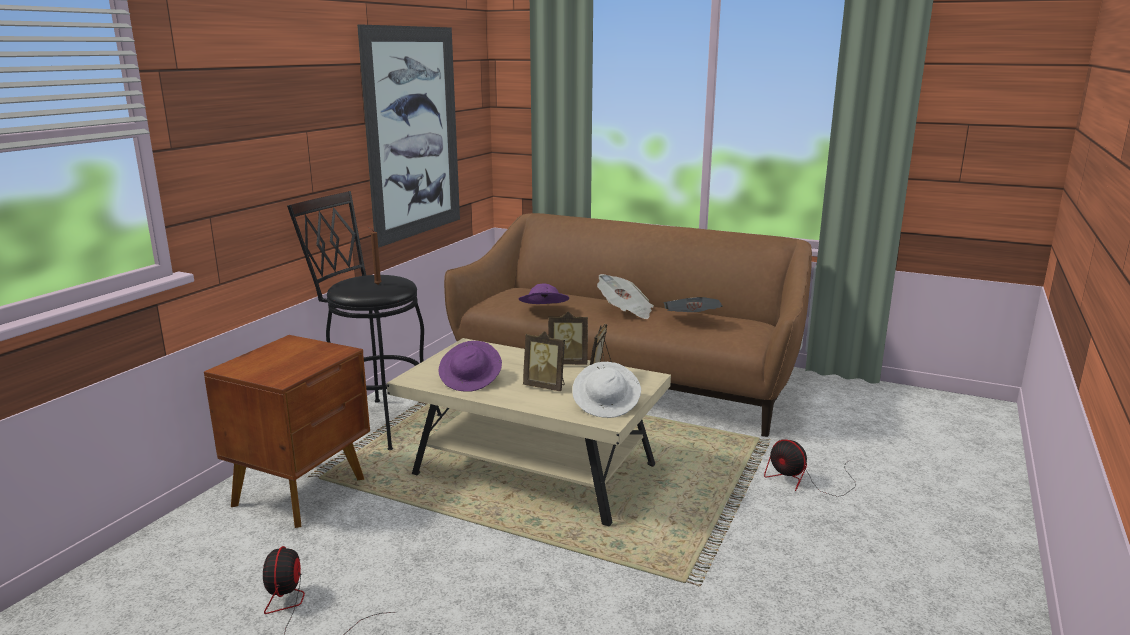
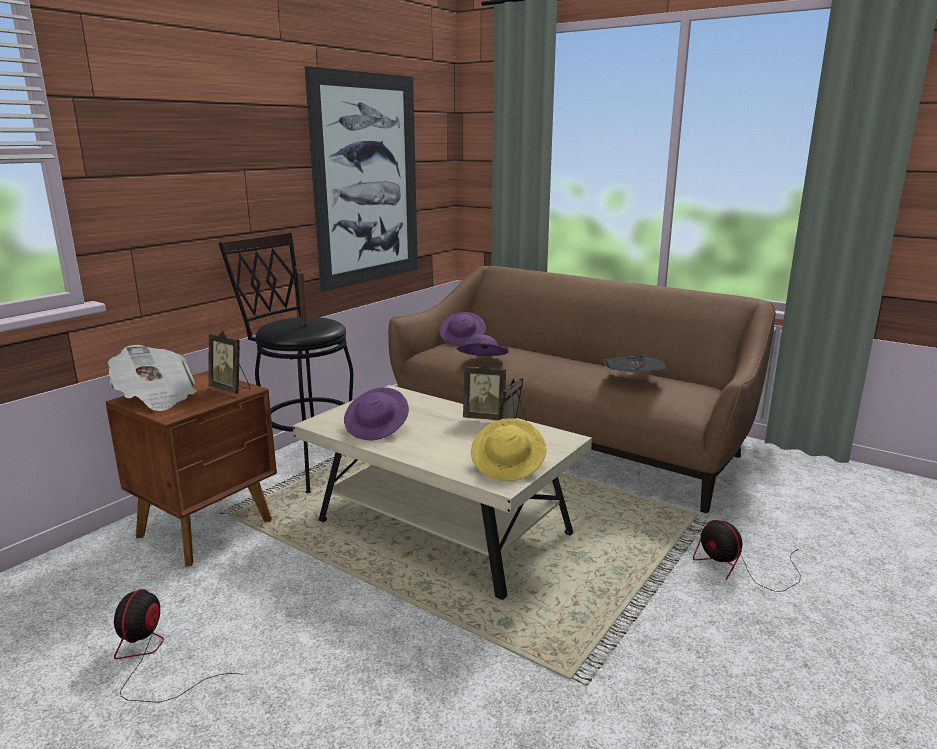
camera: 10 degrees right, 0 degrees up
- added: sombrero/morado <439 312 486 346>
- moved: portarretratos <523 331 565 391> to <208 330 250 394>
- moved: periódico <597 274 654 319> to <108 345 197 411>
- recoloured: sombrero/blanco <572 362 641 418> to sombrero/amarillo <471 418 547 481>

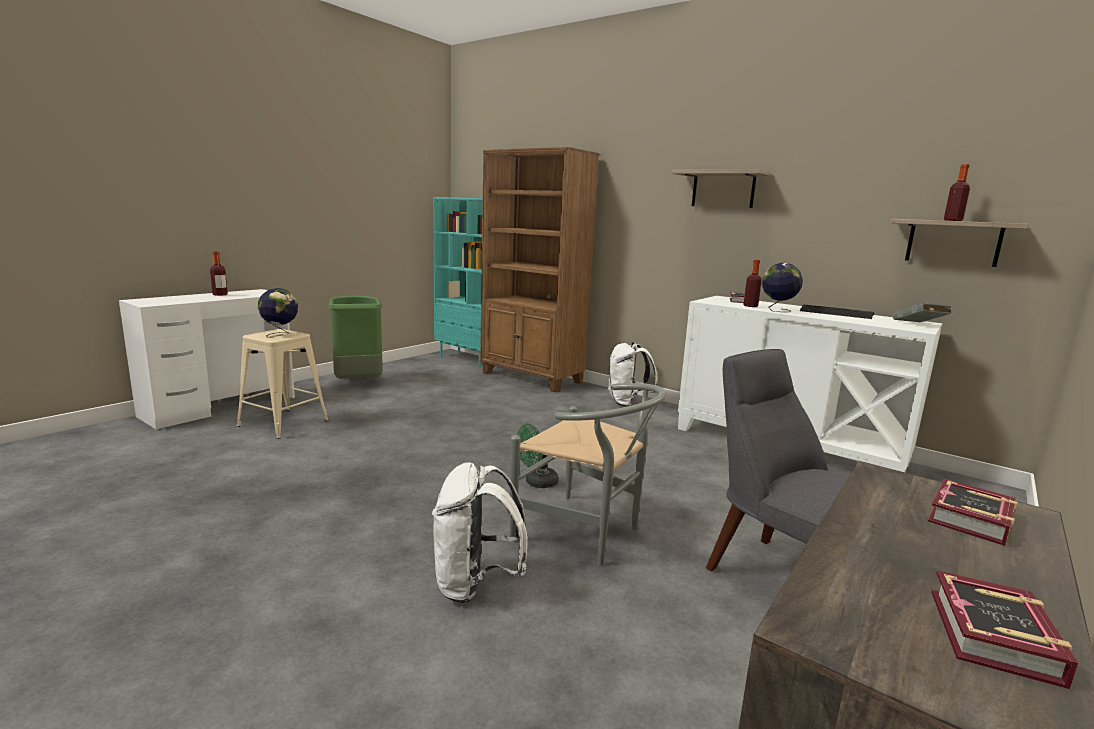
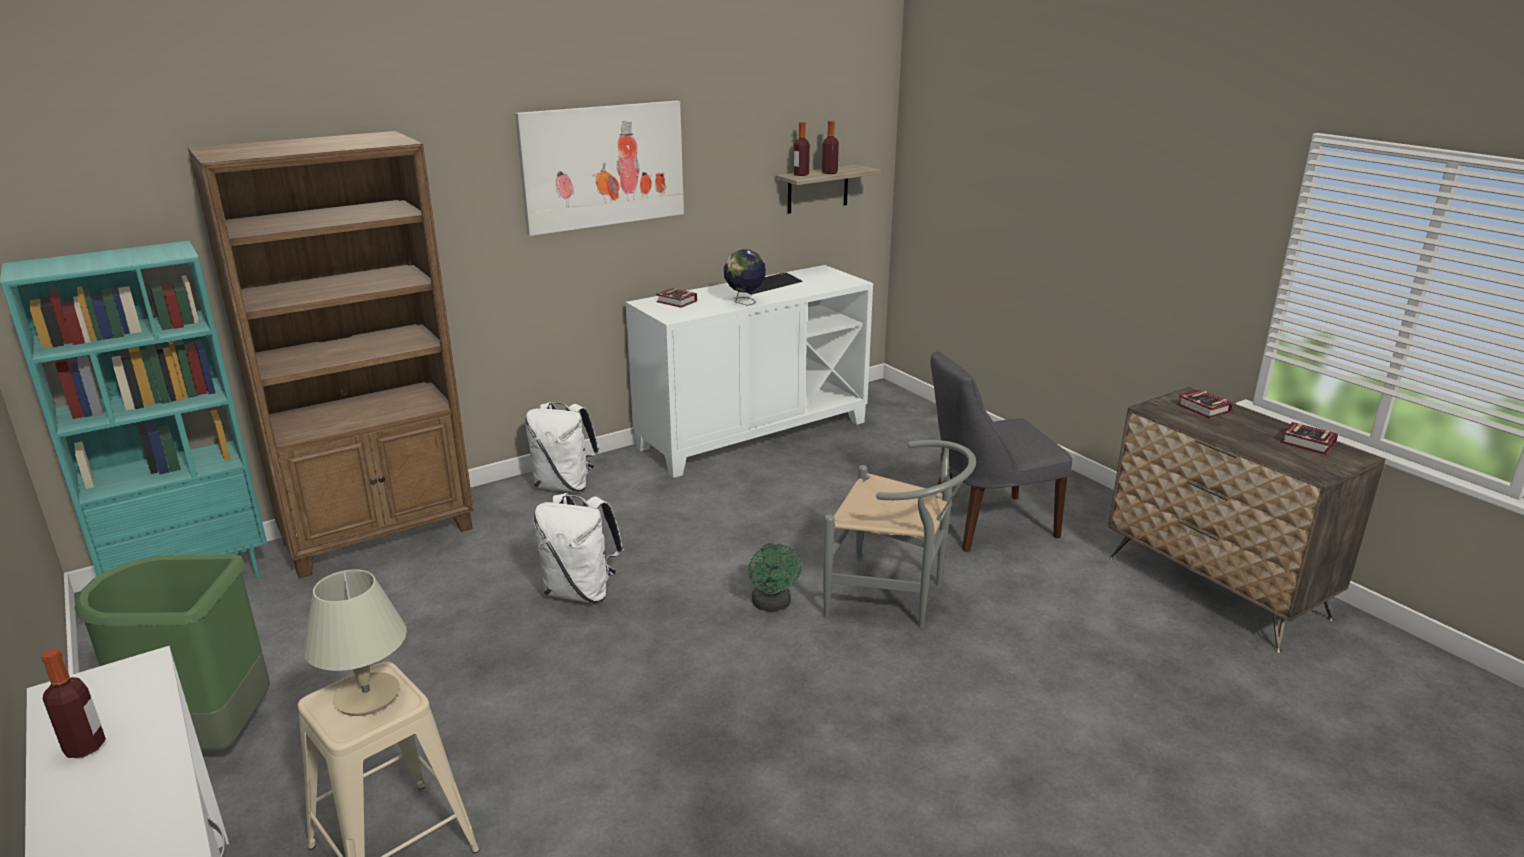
camera: 70 degrees left, 10 degrees up
- removed: libro/gris <893 303 952 322>
- moved: mochila/blanco <432 462 528 603> to <534 493 624 603>
- moved: botella <743 260 762 307> to <794 122 810 176>
- replaced: globo terráqueo <258 288 298 338> to lámpara de mesa/beis <303 569 407 716>
- replaced: estante <671 169 770 208> to cuadro <515 101 684 236>
- turned: silla/gris <509 383 667 566> = <823 440 976 628> 60 degrees clockwise

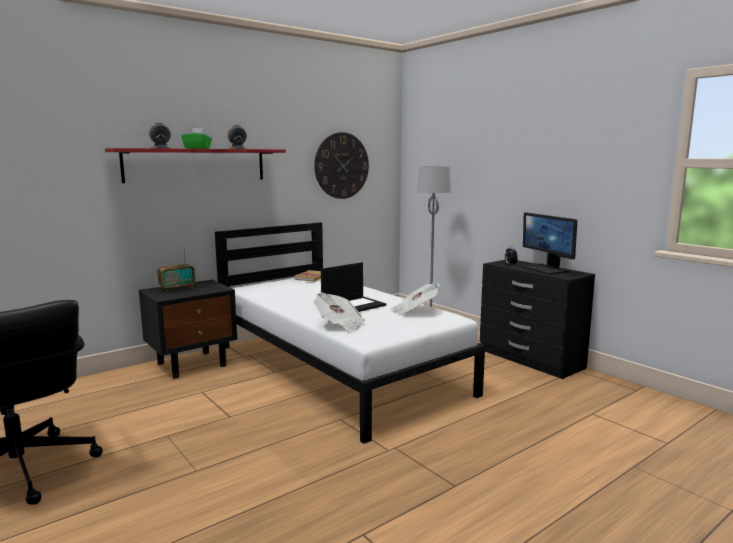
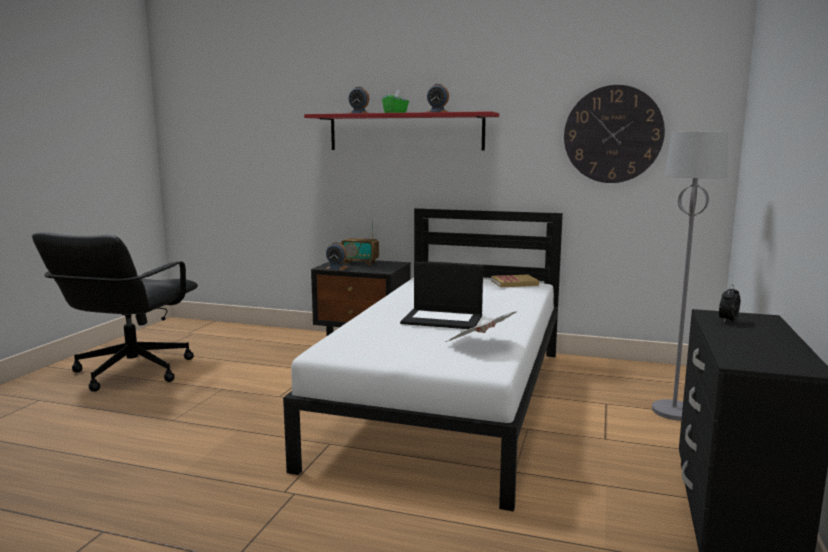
camera: 55 degrees right, 0 degrees up
- removed: periódico <314 292 365 332>
- removed: monitor <521 212 577 275>
- added: despertador <326 242 348 270>

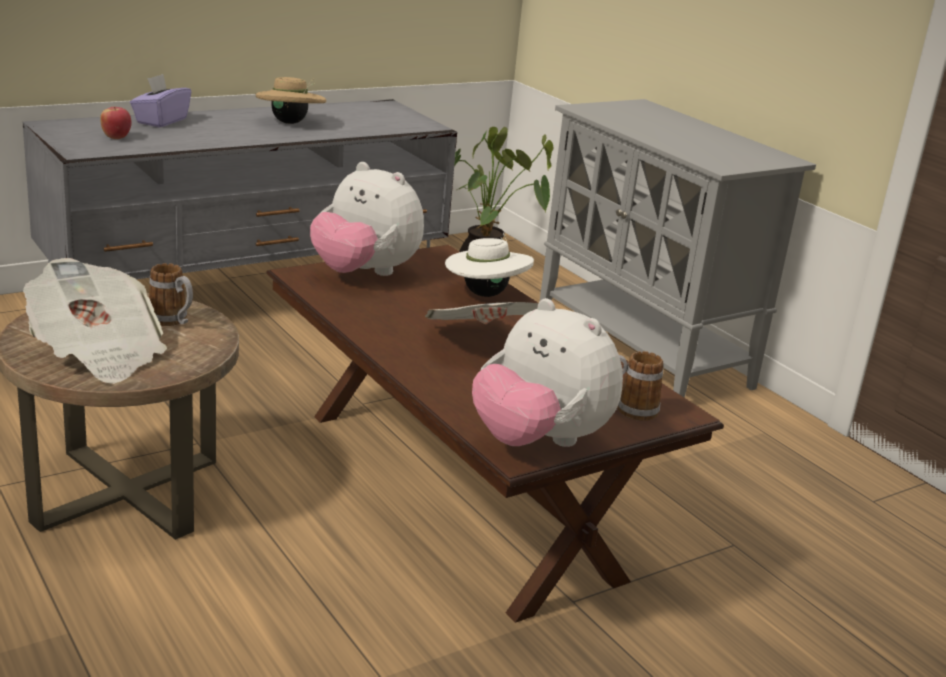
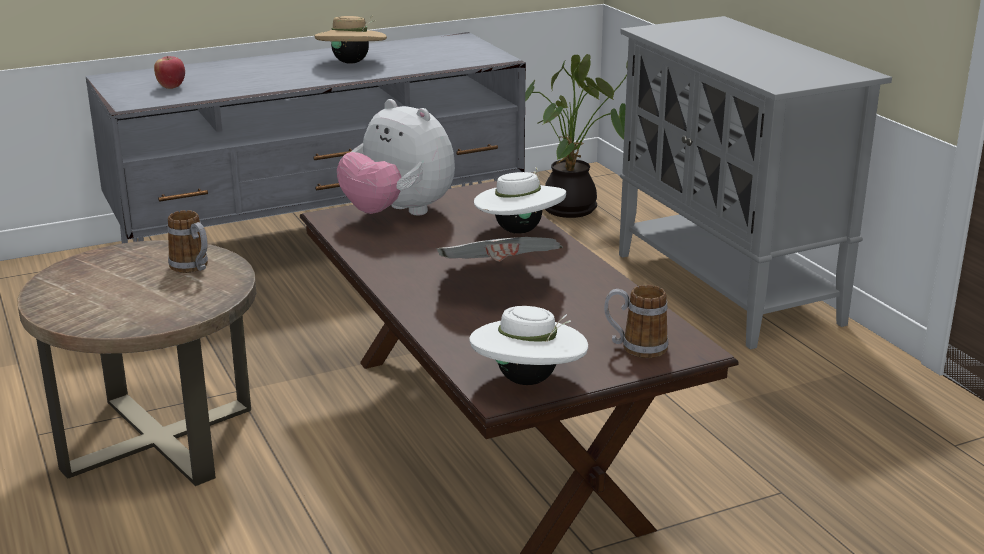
camera: 10 degrees right, 0 degrees up
- removed: periódico <23 258 167 384>
- removed: caja de pañuelos/morado <130 74 191 128>
- replaced: peluche <472 298 623 447> to sombrero/blanco <469 306 588 385>

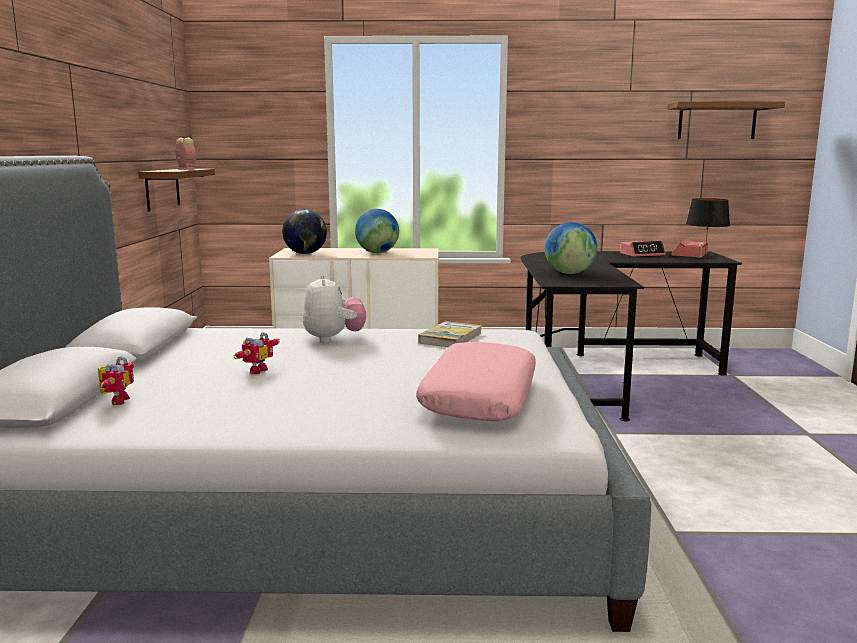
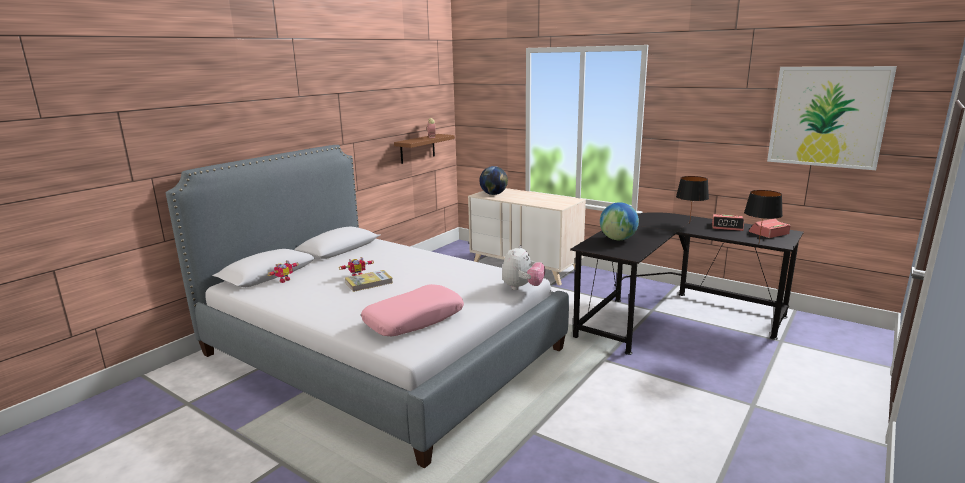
camera: 35 degrees right, 5 degrees up
- removed: globo terráqueo <355 209 399 253>
- added: lámpara de mesa/negro <676 176 709 218>
- moved: peluche <303 274 366 343> to <502 245 545 290>
- moved: libro <418 321 482 347> to <345 270 393 292>
- replaced: estante/marrón <667 101 785 139> to cuadro <767 66 897 170>

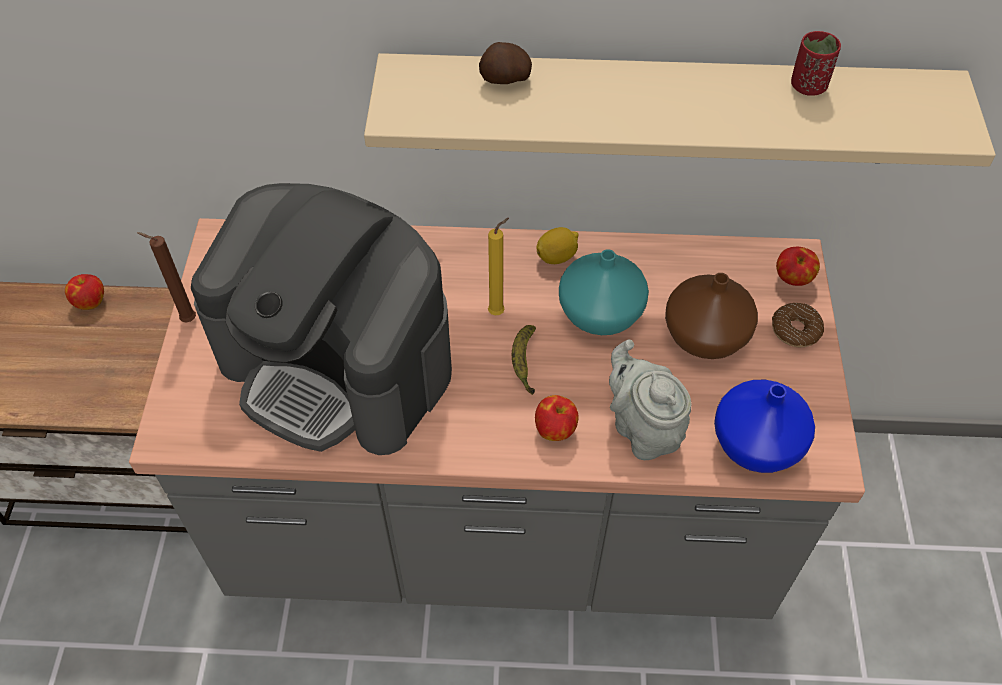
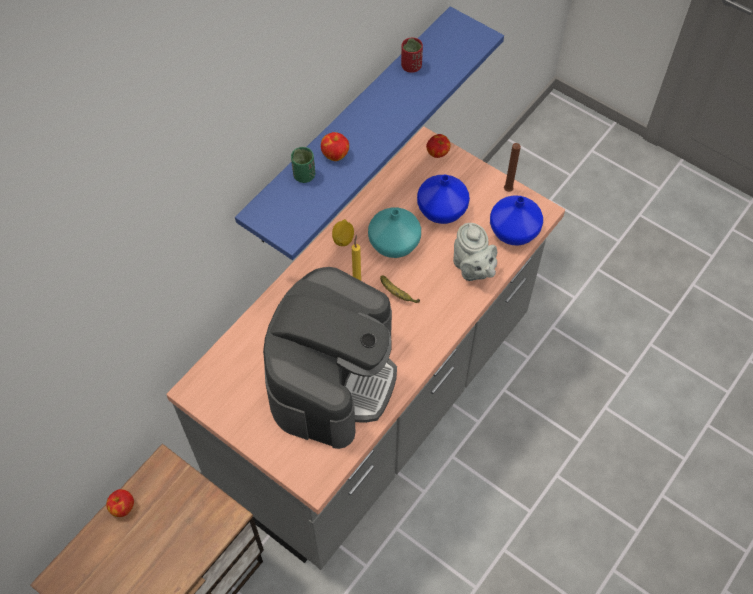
camera: 55 degrees left, 5 degrees up
- removed: rosquilla <772 303 824 347>
- moved: vela/marrón <137 232 196 322> to <504 143 521 192>
- moved: manzana <535 395 579 441> to <321 132 349 161>
- replaced: patata <479 42 532 84> to taza/verde <291 147 315 183>
- recoloured: estante/beis <364 53 996 167> to estante/azul <235 7 504 260>
- recoloured: florero/marrón <665 273 758 359> to florero/azul <417 175 470 224>
- turned: cafetera <191 183 452 455> = <263 267 397 449> 45 degrees counterclockwise
- turned: tetera/gris <609 339 691 460> = <453 223 497 281> 120 degrees counterclockwise

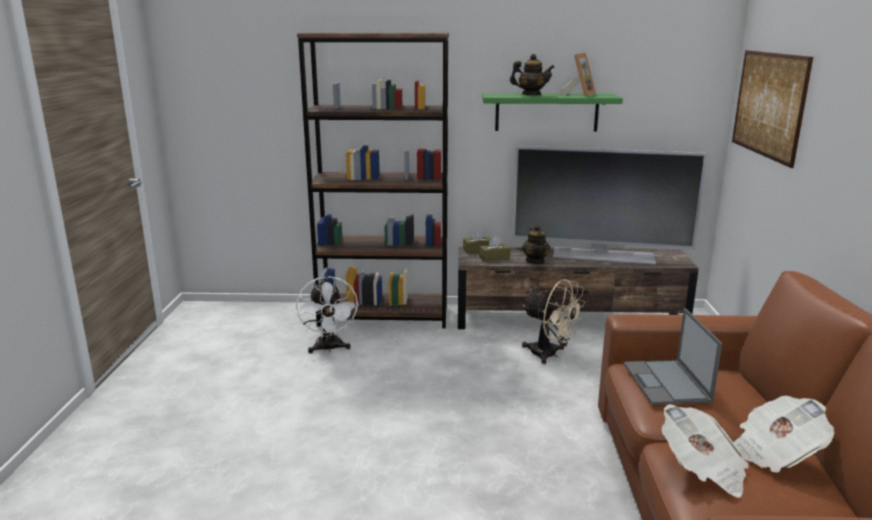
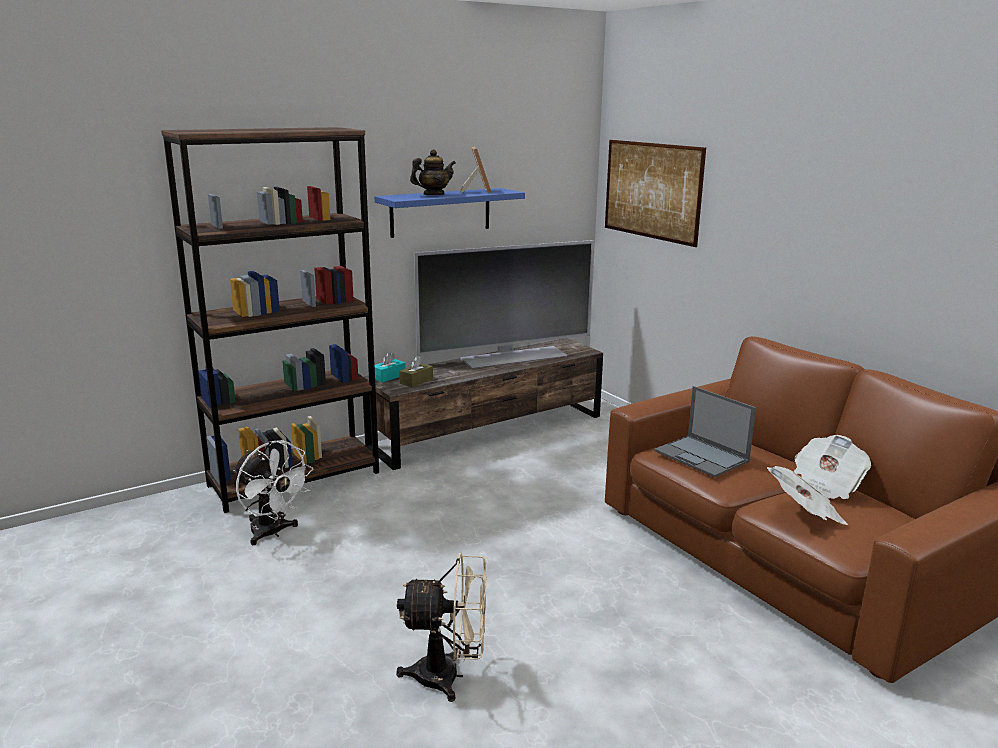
camera: 35 degrees left, 0 degrees up
- removed: tetera <522 225 550 264>
- moved: ventilador/beis <522 279 585 364> to <396 553 487 702>
- recoloured: caja de pañuelos/marrón <463 229 492 254> to caja de pañuelos/turquesa <375 352 406 383>
- recoloured: estante/verde <482 93 623 131> to estante/azul <375 188 525 238>

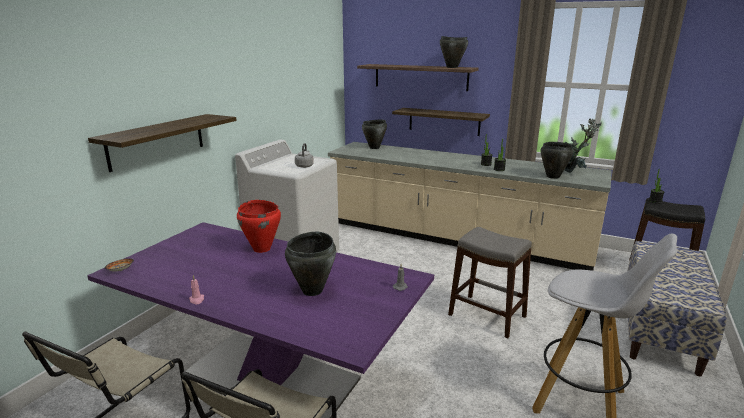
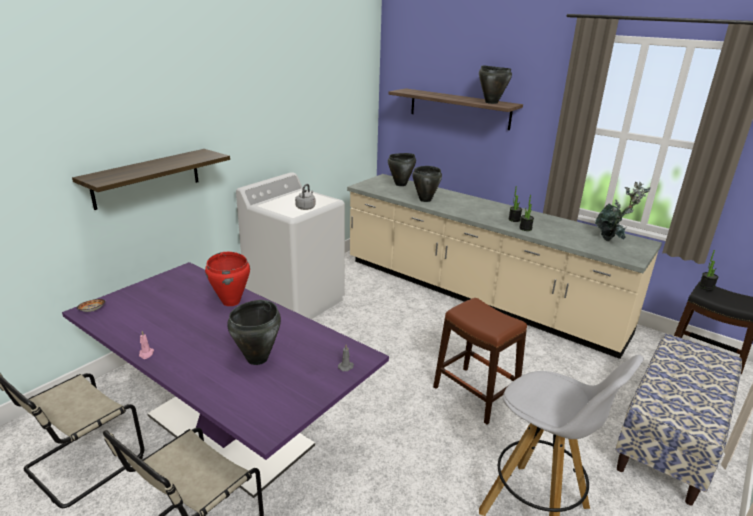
camera: 10 degrees right, 5 degrees up
- removed: estante <392 108 490 136>
- moved: olla/negro <541 142 573 179> to <412 166 442 202>
- recoloured: taburete/gris <448 227 532 338> to taburete/marrón <433 298 527 424>

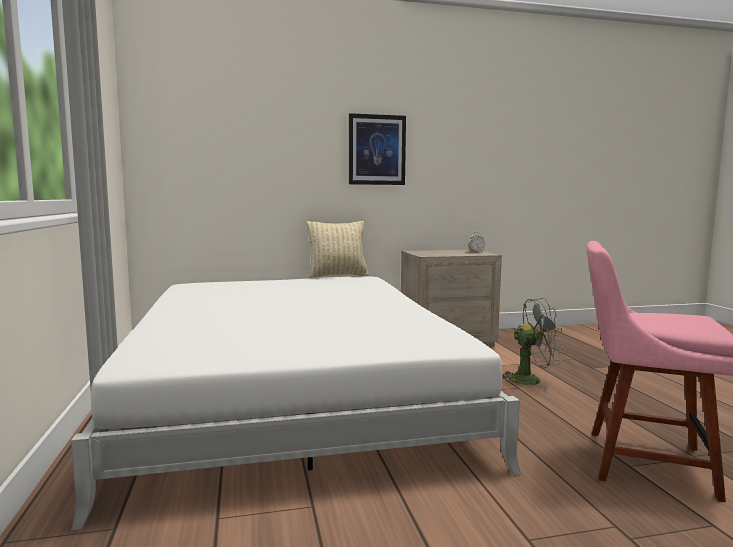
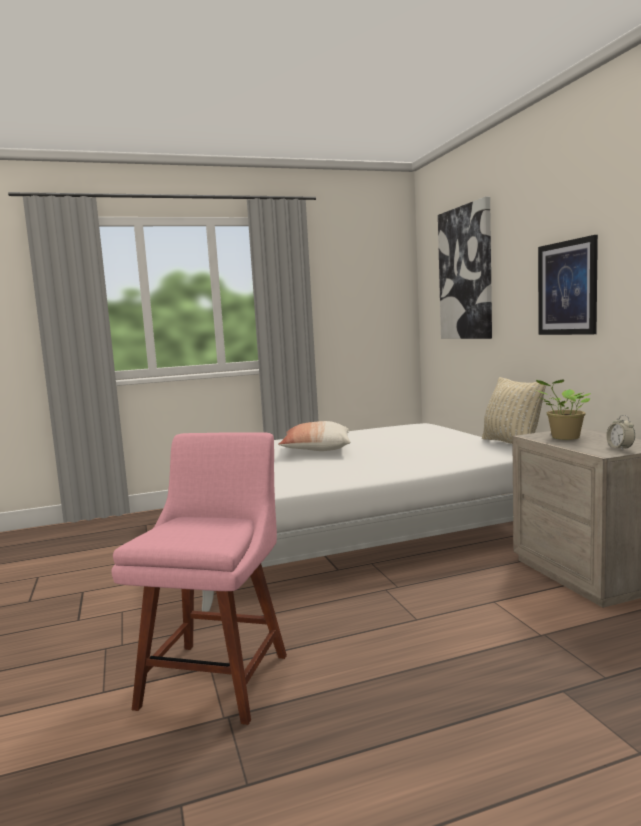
camera: 85 degrees right, 0 degrees up
- removed: ventilador/gris <502 298 564 390>
- added: cojín <278 421 350 451>
- added: cuadro <438 197 492 339>
- added: planta en maceta <536 380 591 440>

